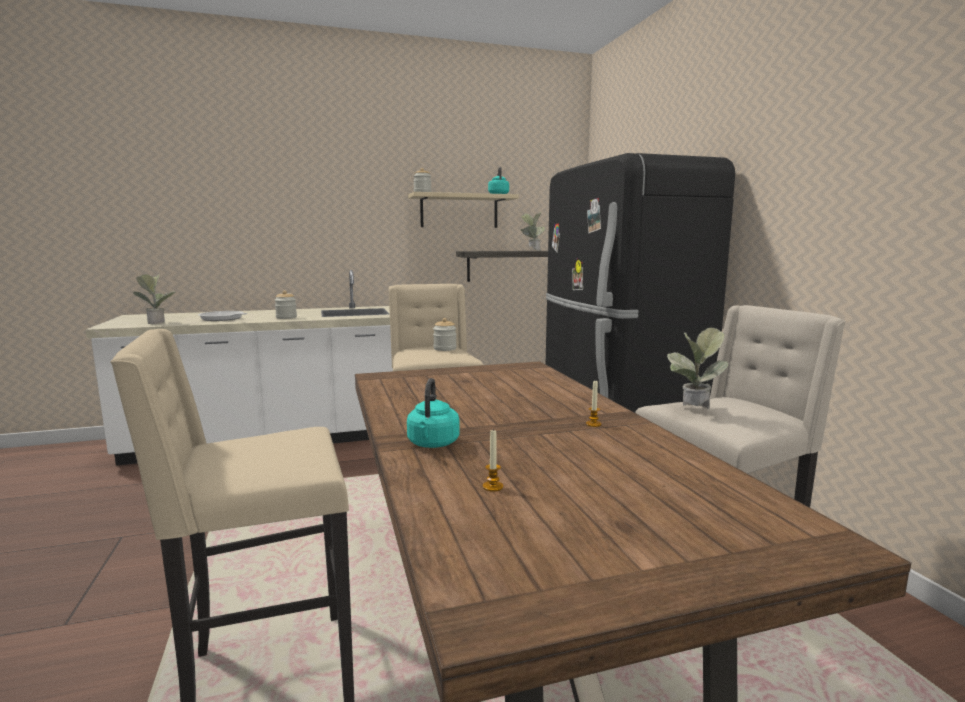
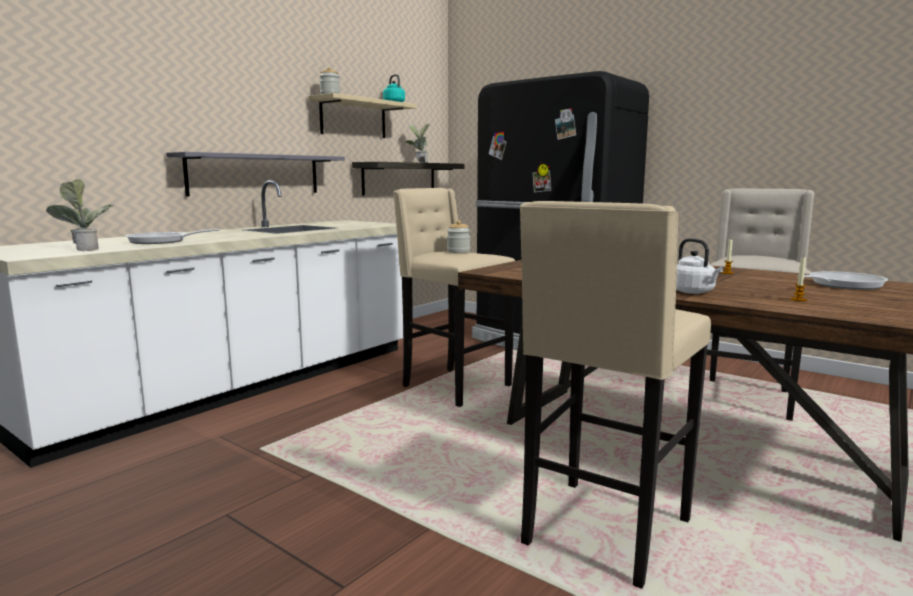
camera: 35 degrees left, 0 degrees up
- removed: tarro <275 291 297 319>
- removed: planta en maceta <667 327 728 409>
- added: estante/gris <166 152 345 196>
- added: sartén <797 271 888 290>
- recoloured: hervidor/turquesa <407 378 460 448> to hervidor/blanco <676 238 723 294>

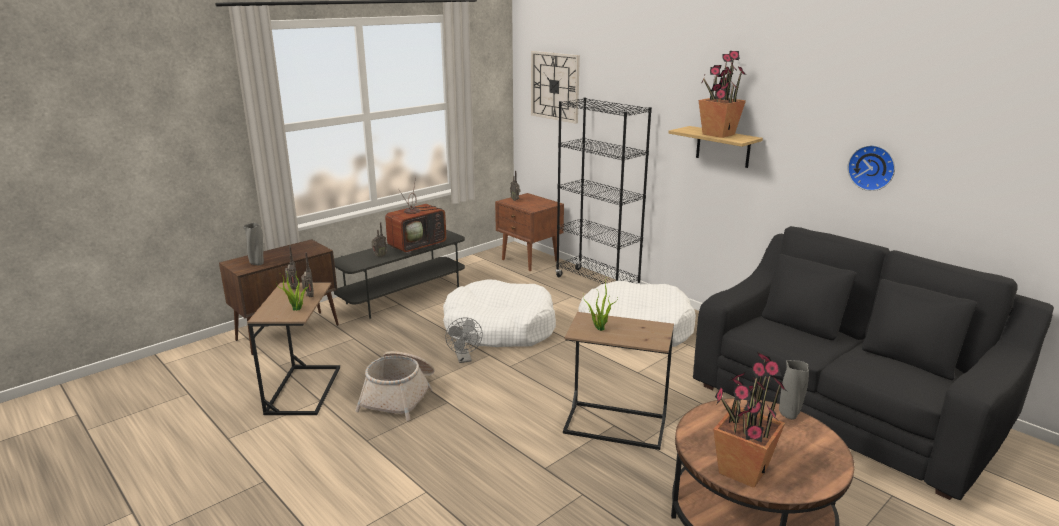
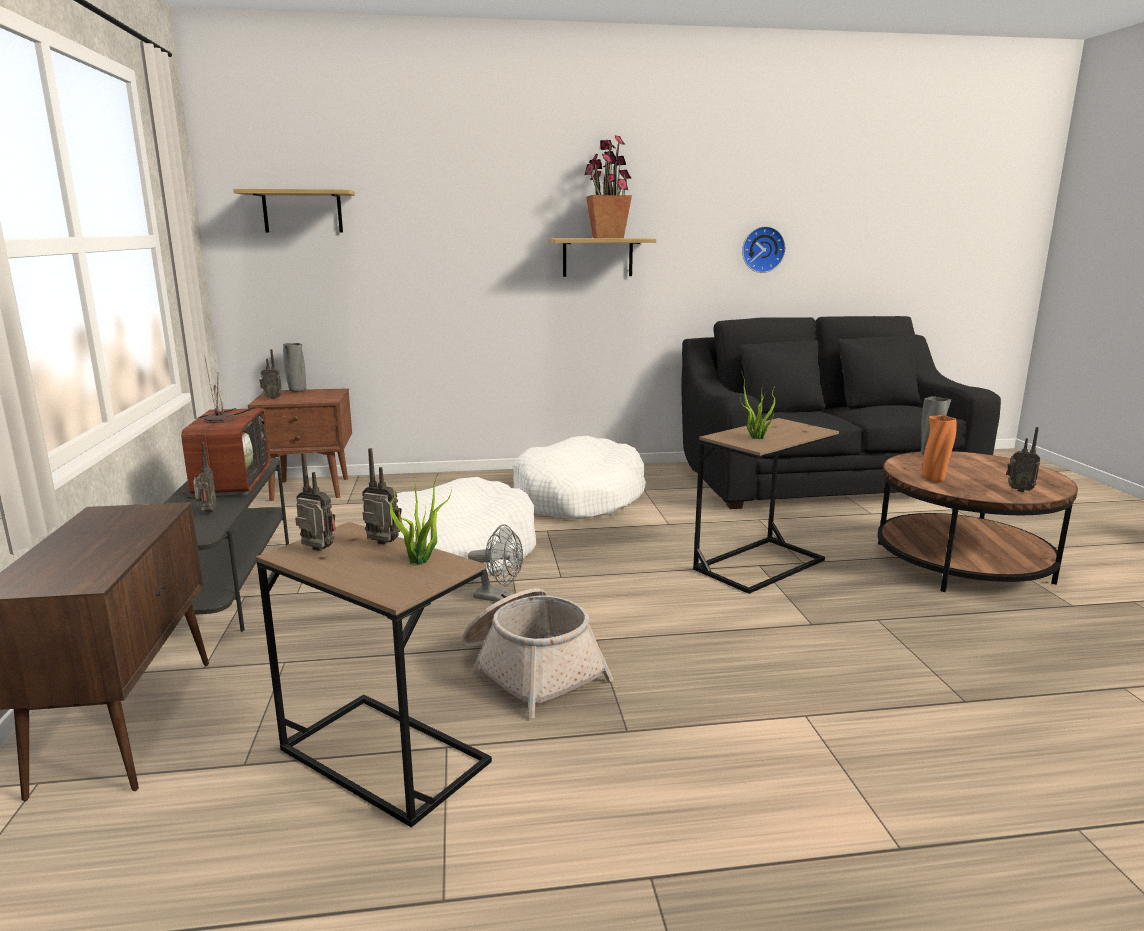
camera: 55 degrees left, 5 degrees down
- removed: estantería/negro <556 98 652 284>
- added: florero/naranja <922 415 957 482>
- moved: florero/gris <243 223 264 265> to <283 343 306 392>
- replaced: reloj de pared <531 51 580 124> to estante <233 189 355 233>
- replaced: planta en maceta <713 352 788 488> to radio <1006 427 1040 492>

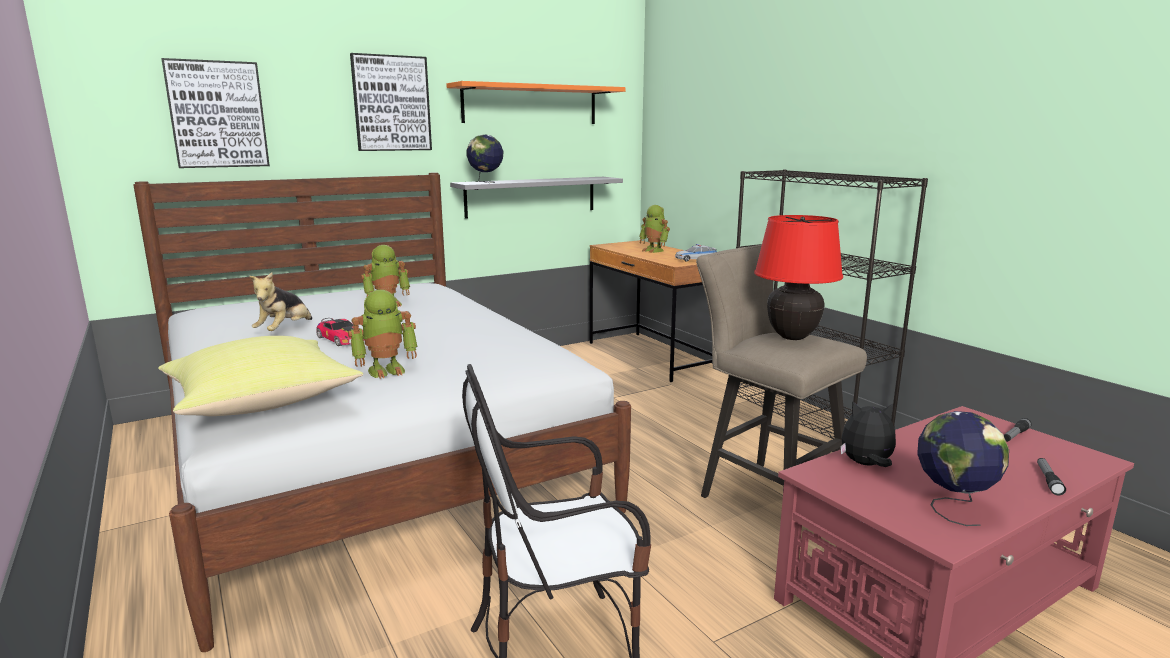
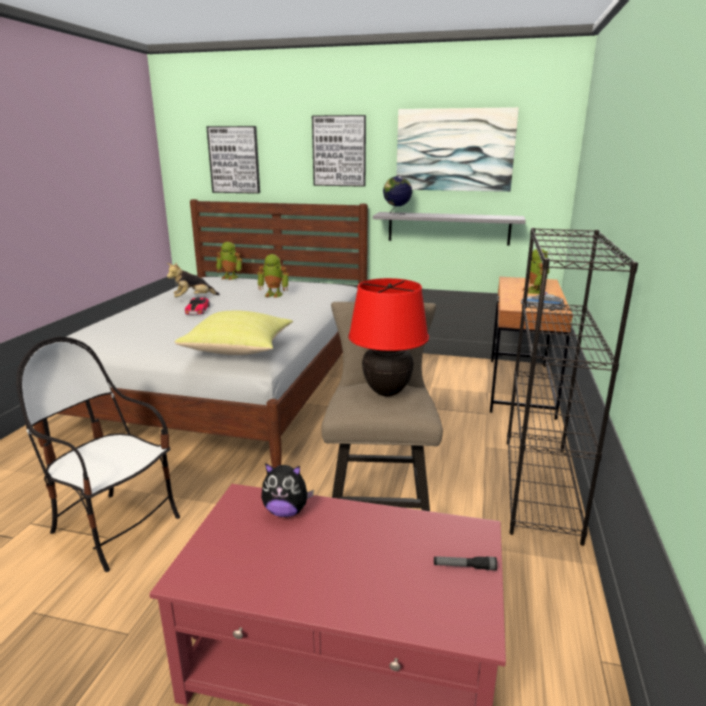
camera: 45 degrees right, 5 degrees up
- removed: globo terráqueo <917 411 1009 526>
- removed: linterna <1037 458 1066 496>
- moved: cojín/amarillo <158 336 363 416> to <175 311 293 355>
- moved: robot de juguete <348 290 417 379> to <216 242 243 280>
- replaced: estante/naranja <446 81 626 124> to cuadro <397 107 519 192>
- turned: peluche <840 401 896 467> = <261 463 314 517> 135 degrees clockwise

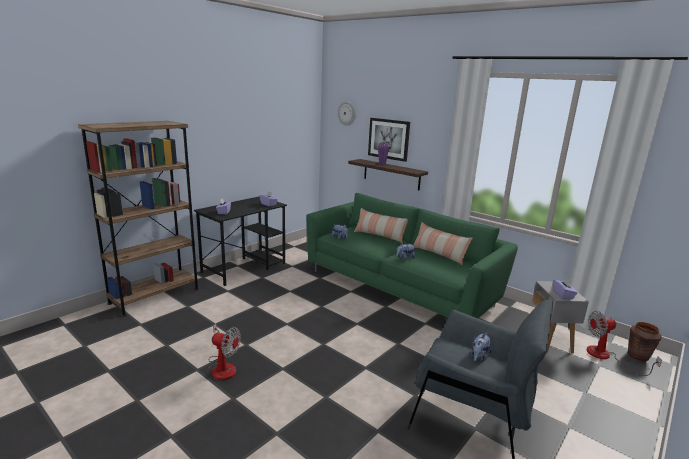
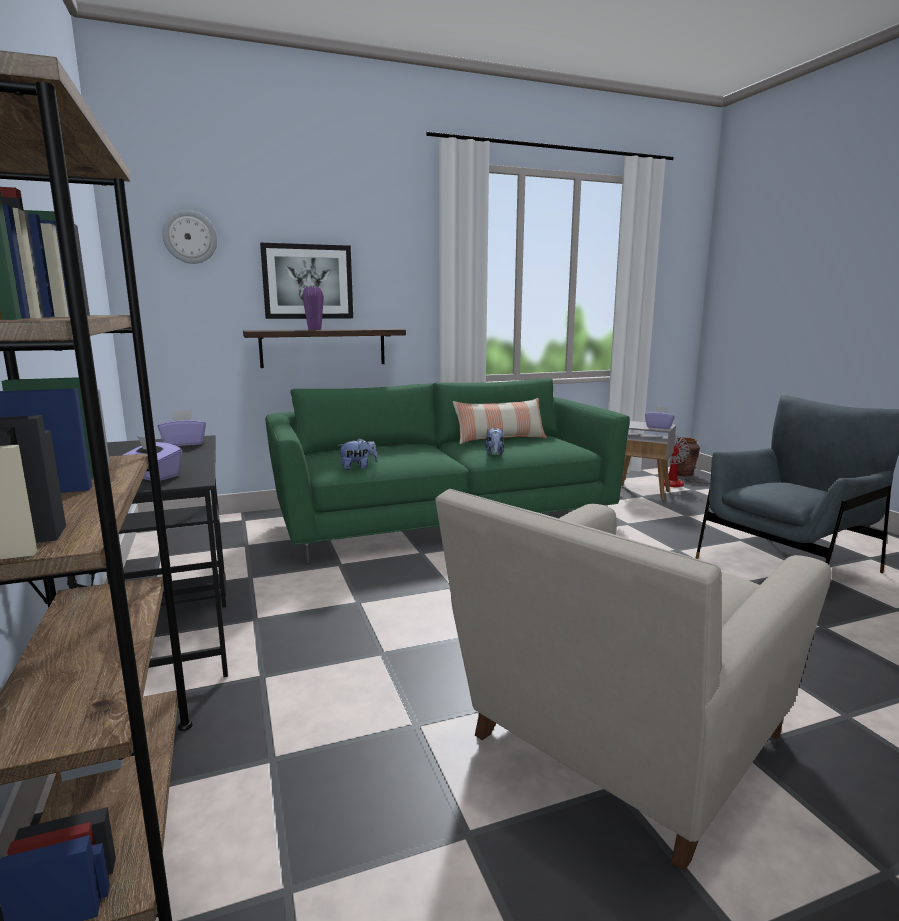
camera: 60 degrees left, 5 degrees down
- removed: cojín <354 208 408 243>
- removed: peluche <471 333 492 362>
- replaced: ventilador <208 324 241 380> to sillón/beis <435 489 832 871>

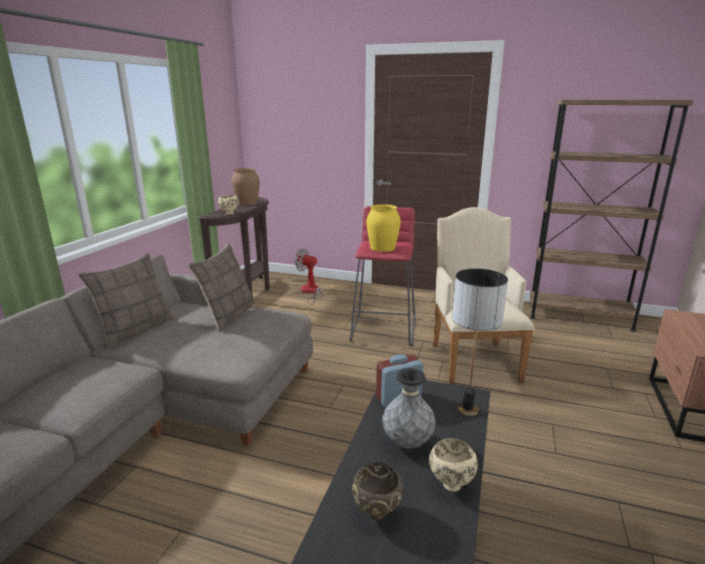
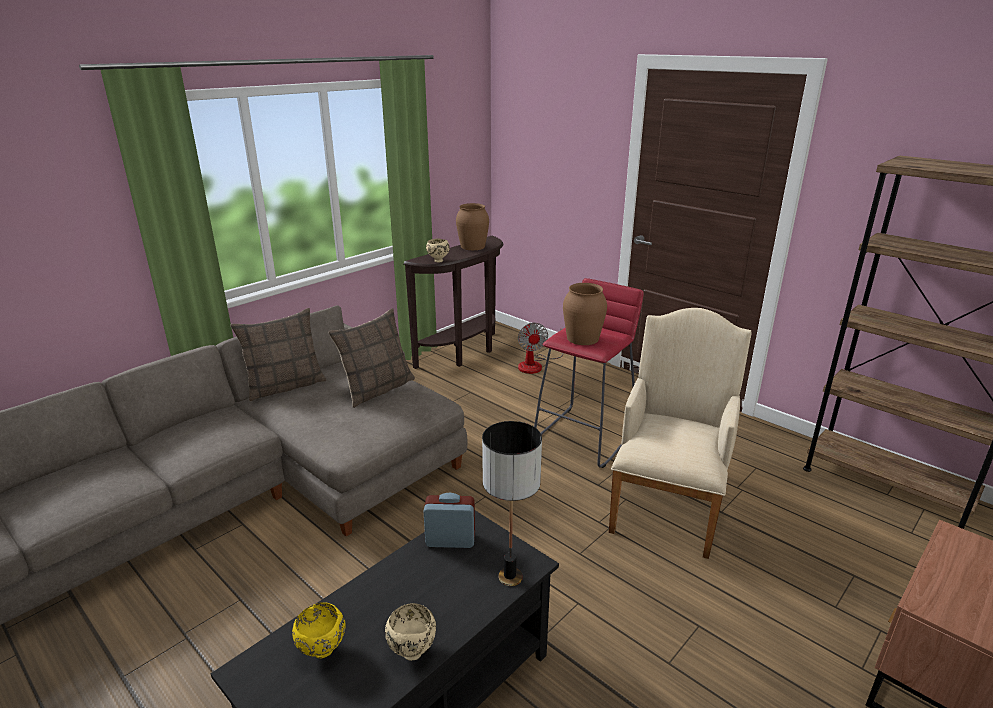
camera: 25 degrees right, 5 degrees up
- removed: florero/gris <382 368 436 449>
- recoloured: cuenco/marrón <352 462 403 520> to cuenco/amarillo <292 602 346 658>
- recoloured: florero/amarillo <366 204 401 252> to florero/marrón <563 283 607 345>
- turned: ventilador <295 248 323 305> = <518 323 563 374> 150 degrees counterclockwise

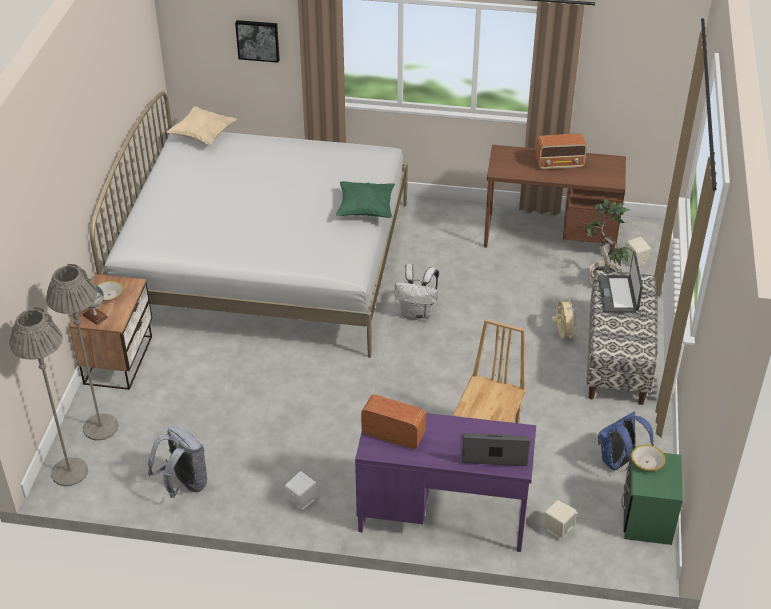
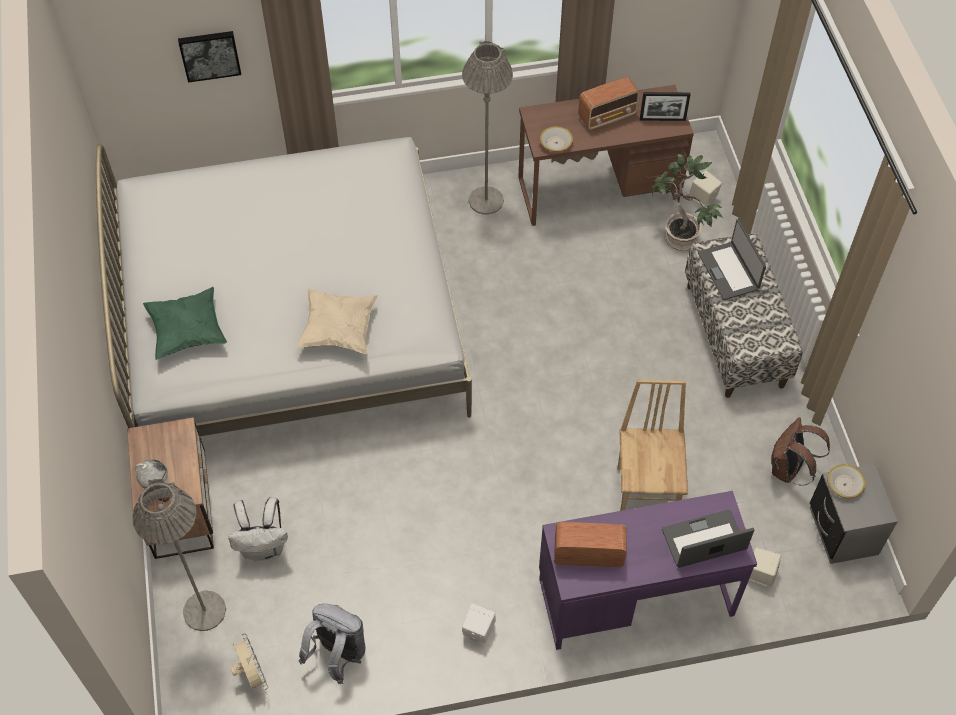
camera: 20 degrees left, 15 degrees up
- added: portarretratos <640 92 691 121>
- moved: lámpara de pie/gris <9 307 88 486> to <462 41 513 215>
- moved: cuenco <97 281 123 301> to <540 126 573 152>
- moved: cojín/beis <167 106 237 145> to <296 289 378 354>
- moved: cojín/verde <336 181 395 218> to <143 287 227 360>
- moved: mochila/blanco <394 264 439 321> to <228 497 288 560>
- moved: ventilador/beis <552 297 577 340> to <230 633 268 691>
- recoloured: mochila/azul <598 412 654 471> to mochila/marrón <771 417 830 486>
- recoloured: mesita de noche/verde <621 449 683 545> to mesita de noche/gris <810 464 898 564>

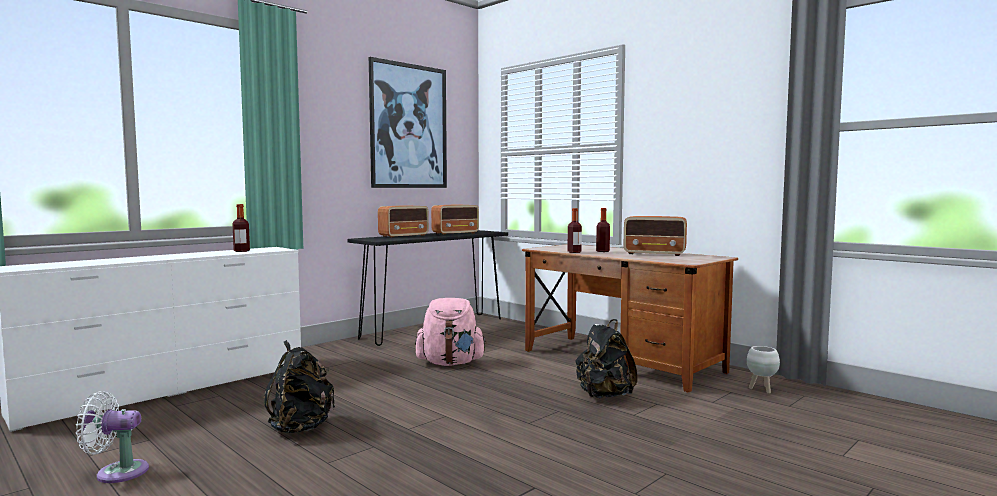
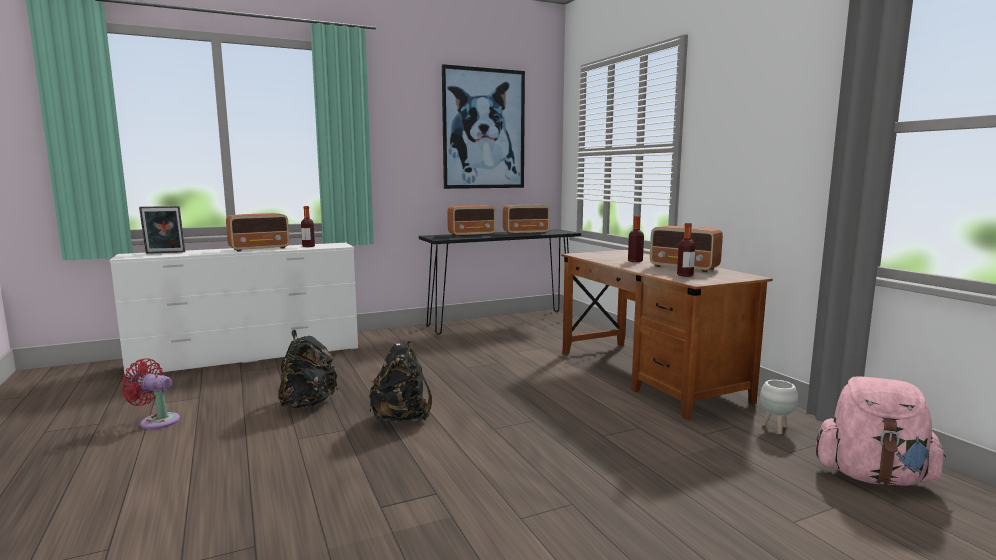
camera: 20 degrees right, 5 degrees up
- added: portarretratos <139 206 185 254>
- added: radio <226 213 289 252>
- moved: mochila/rosa <415 298 487 366> to <816 376 946 486>
- moved: botella <568 208 582 253> to <677 223 695 277>
- moved: mochila/negro <575 319 638 398> to <369 341 432 422>
- recoloured: ventilador/blanco <76 391 149 483> to ventilador/rojo <121 358 180 429>

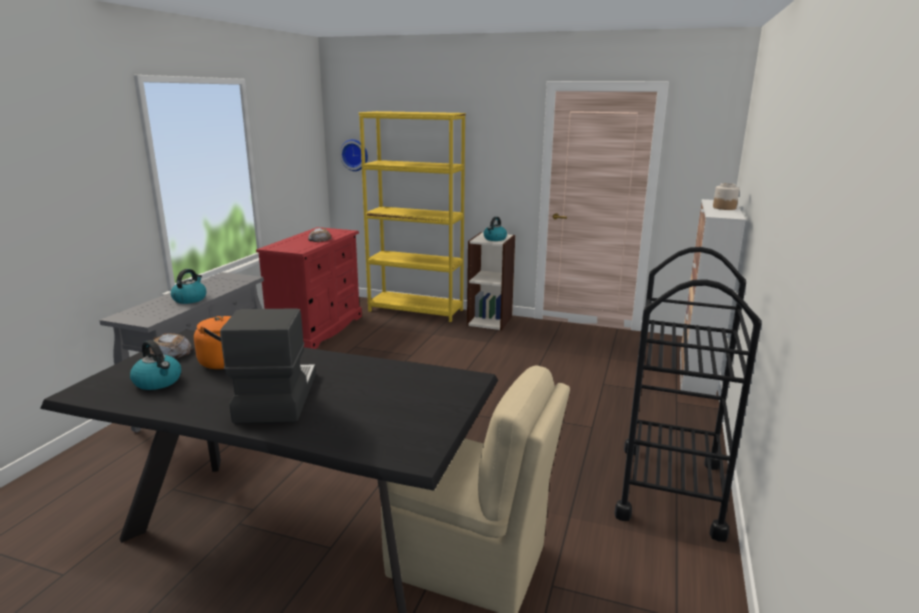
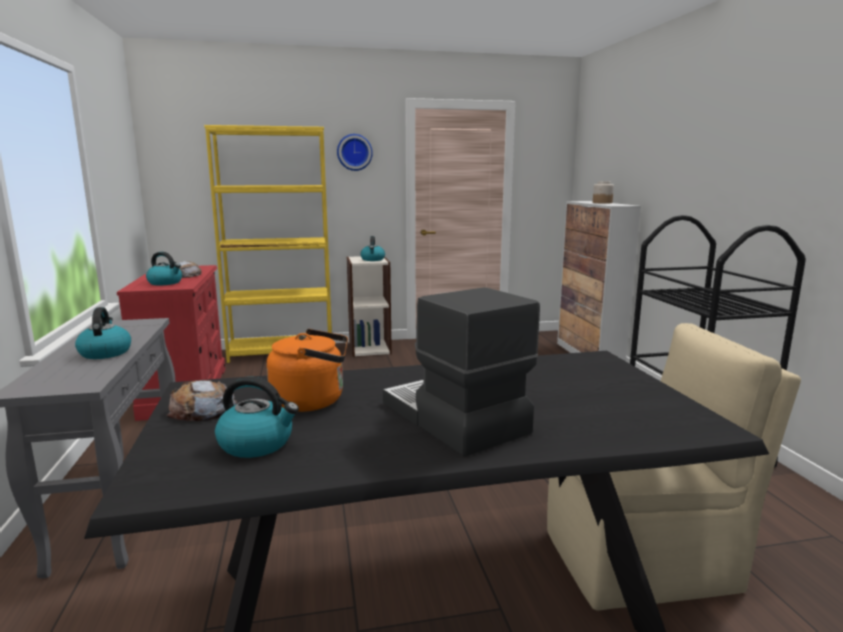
camera: 30 degrees left, 5 degrees down
- added: hervidor <146 252 182 285>
- moved: reloj de pared <340 139 368 171> to <337 134 373 171>

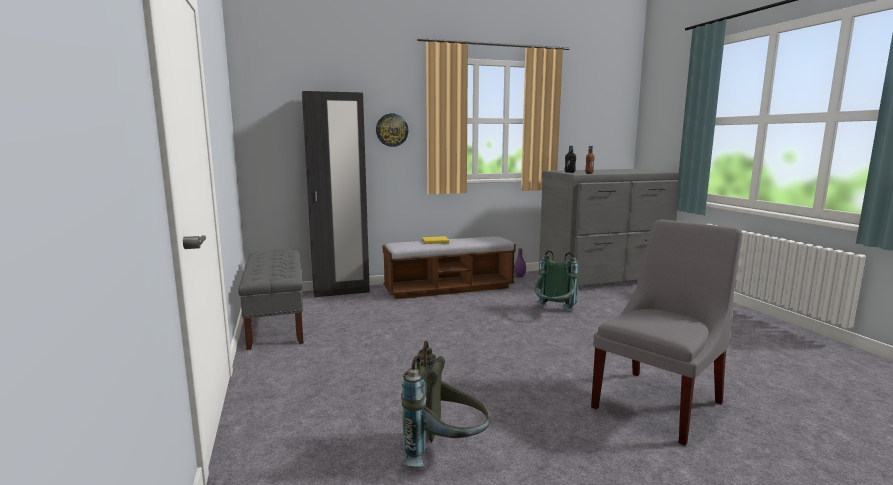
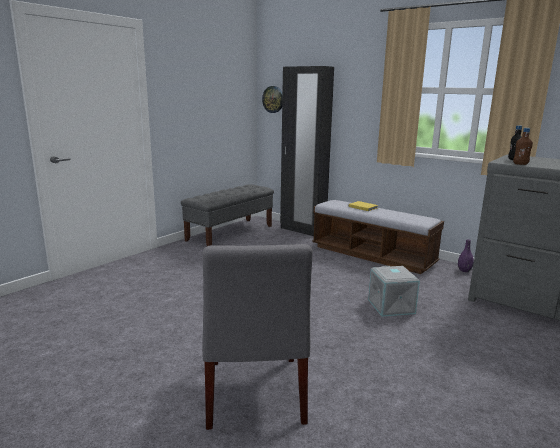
camera: 55 degrees right, 5 degrees up
- removed: mochila/gris <401 341 491 466>
- moved: reloj de pared <376 114 408 147> to <262 86 282 113>
- replaced: mochila/verde <535 250 579 312> to caja de almacenaje/gris <368 266 420 317>
- turned: silla/gris <591 219 743 446> = <202 244 313 430> 75 degrees clockwise

